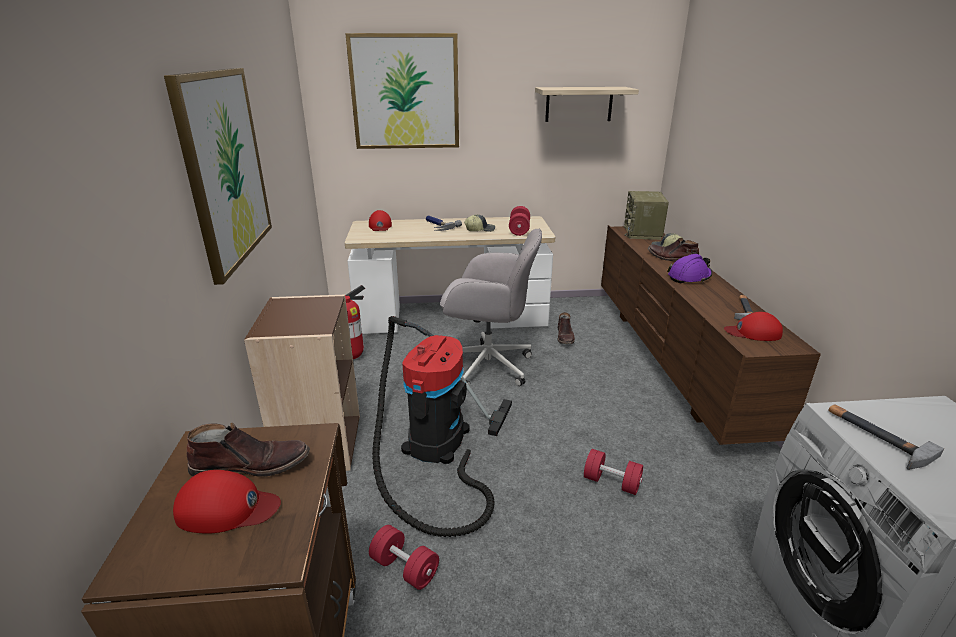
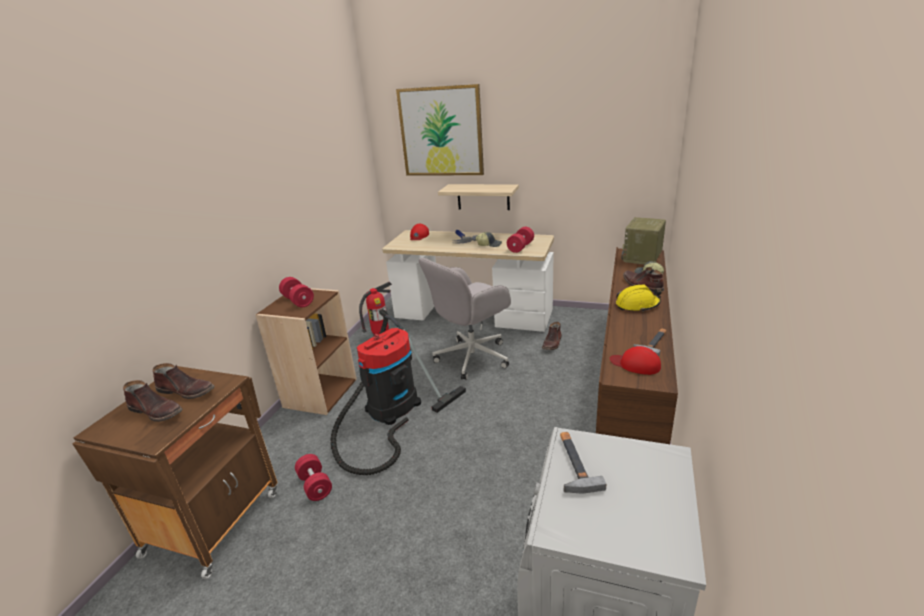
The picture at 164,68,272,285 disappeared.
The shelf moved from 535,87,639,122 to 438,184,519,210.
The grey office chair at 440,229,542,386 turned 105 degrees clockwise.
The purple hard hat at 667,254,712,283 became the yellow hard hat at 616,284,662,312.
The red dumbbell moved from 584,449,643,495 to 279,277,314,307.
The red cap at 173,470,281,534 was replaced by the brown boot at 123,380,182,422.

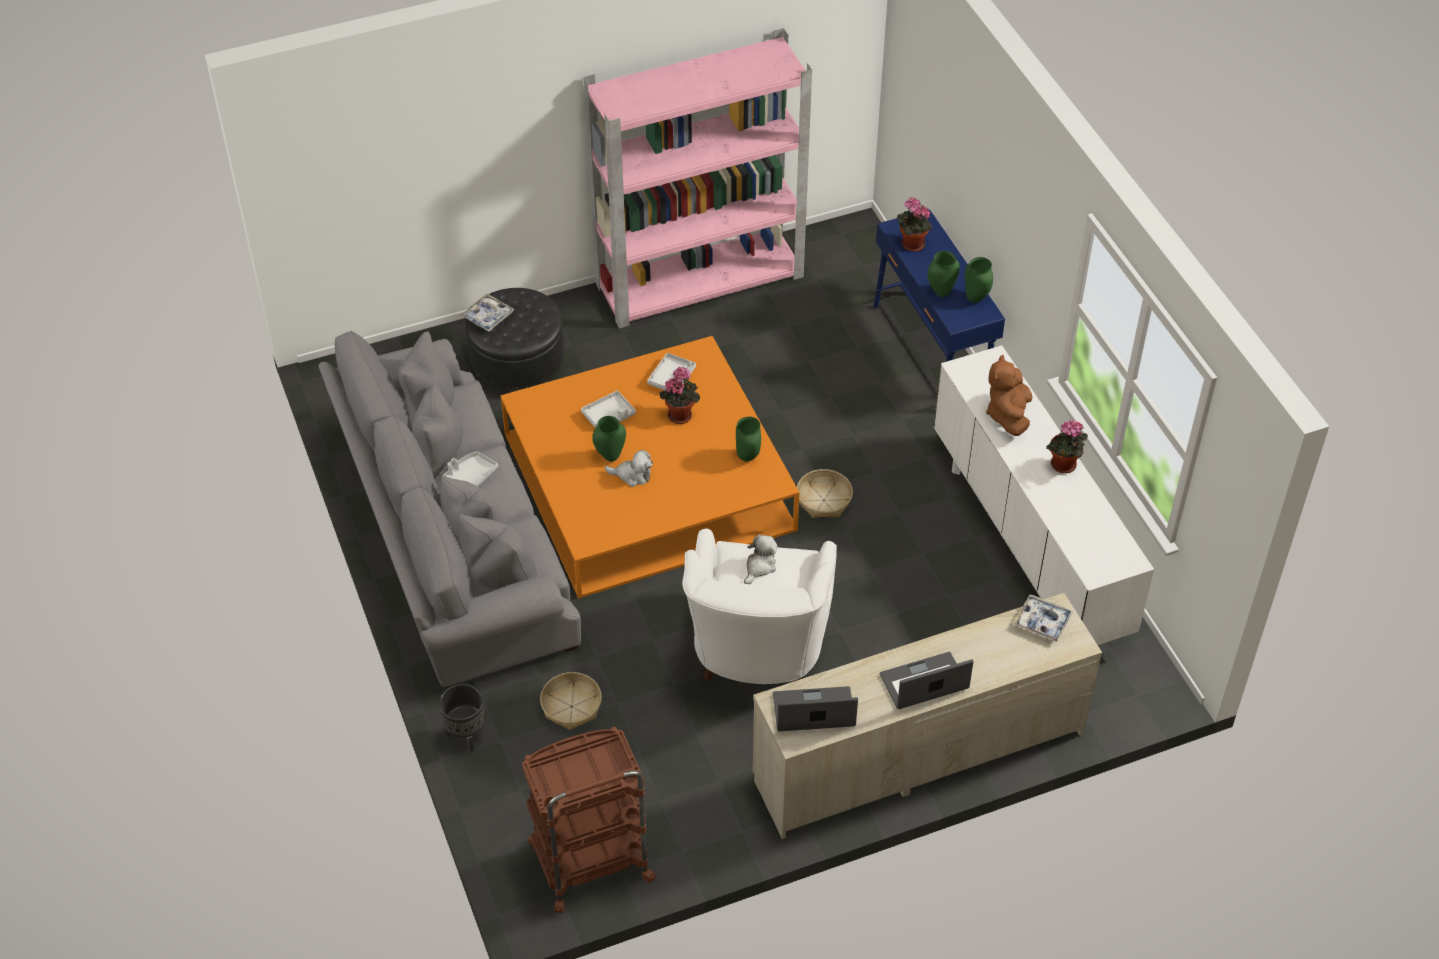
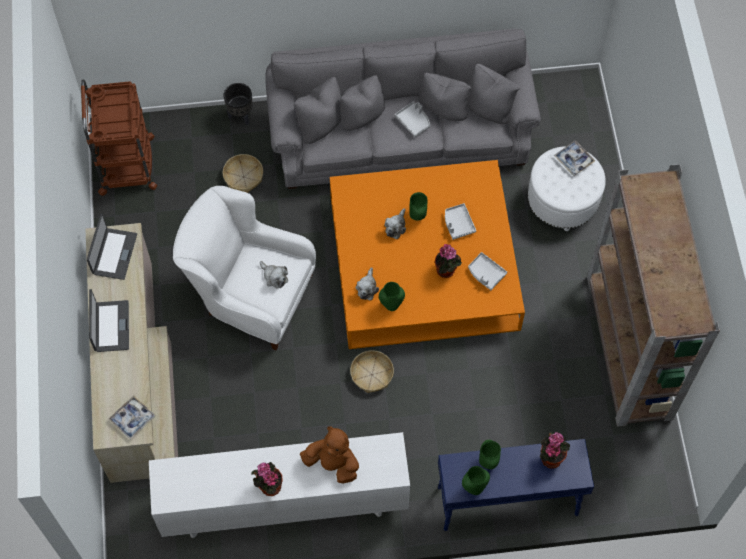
The pink bookcase at 584,28,812,328 became the brown bookcase at 587,164,720,427.
The black ottoman at 465,288,565,389 became the white ottoman at 528,146,606,231.
The plush toy at 356,267,379,300 appeared.

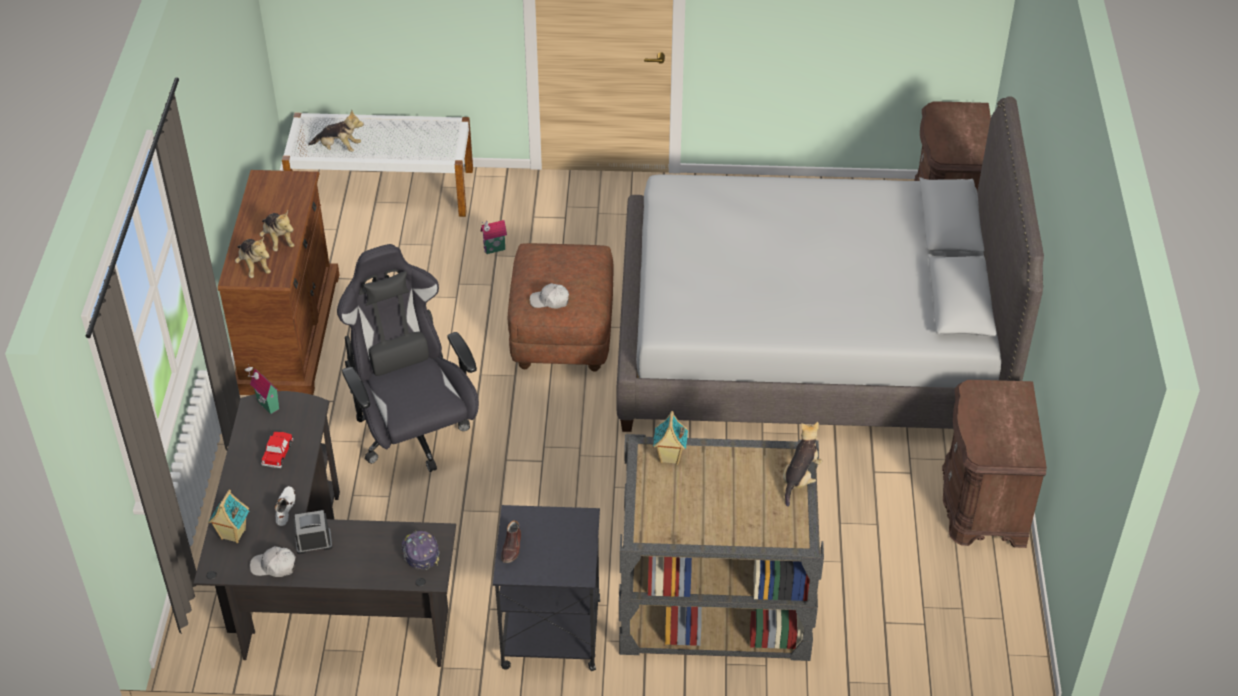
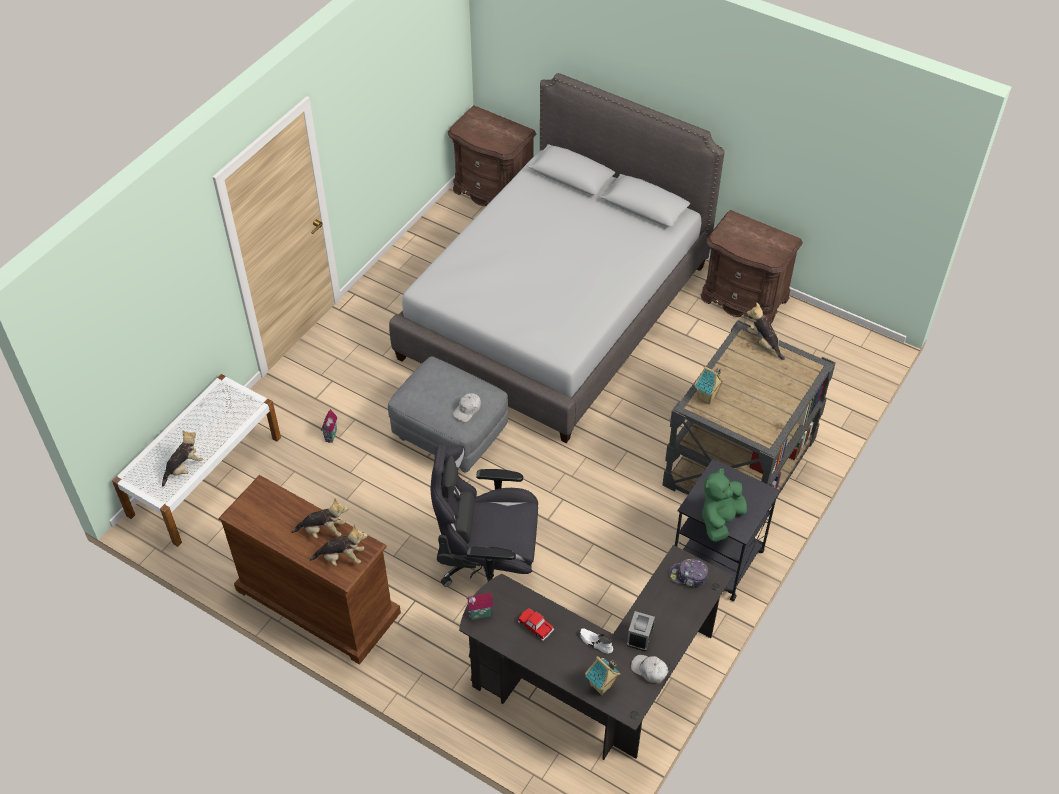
The brown ottoman at 508,243,614,372 became the grey ottoman at 388,356,508,473.
The brown shoe at 501,520,521,563 was replaced by the green plush toy at 702,468,747,542.
The white cap at 250,546,296,577 turned 90 degrees clockwise.

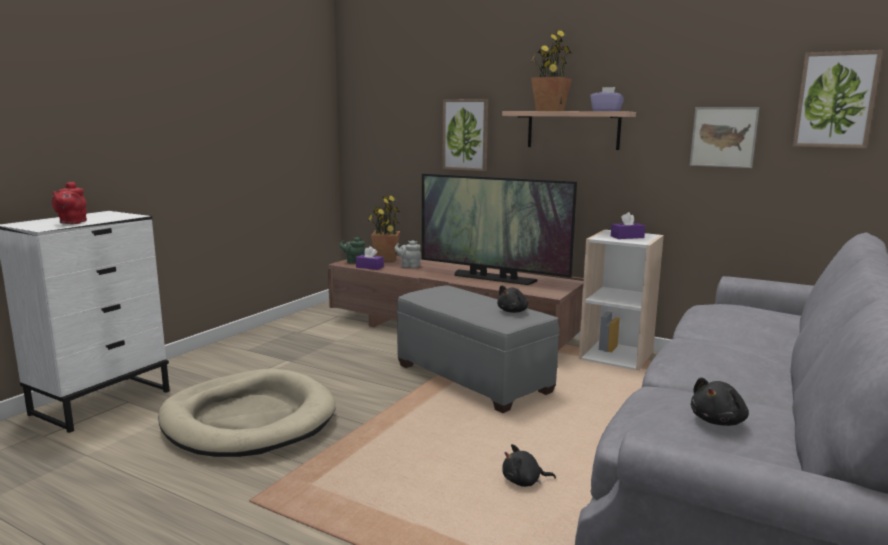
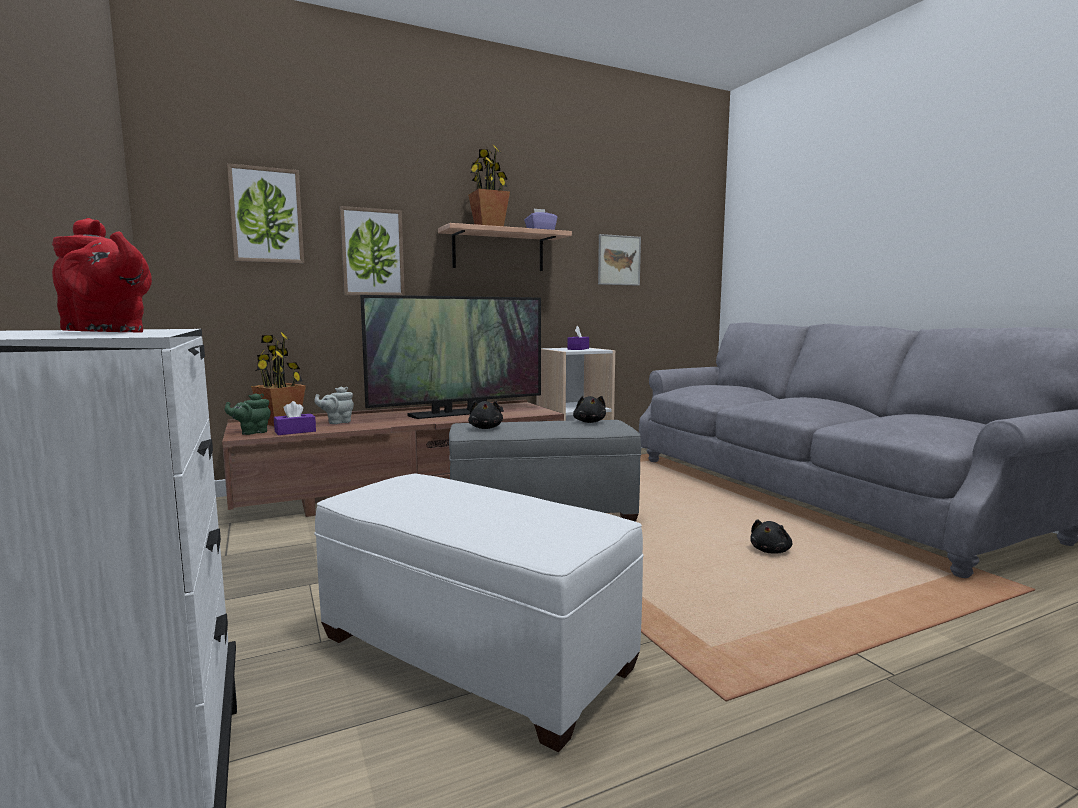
The picture moved from 793,50,883,148 to 227,163,304,264.
The beige dog bed at 158,369,336,457 was replaced by the white ottoman at 314,473,644,752.
The black plush toy moved from 691,377,749,426 to 468,400,503,429.

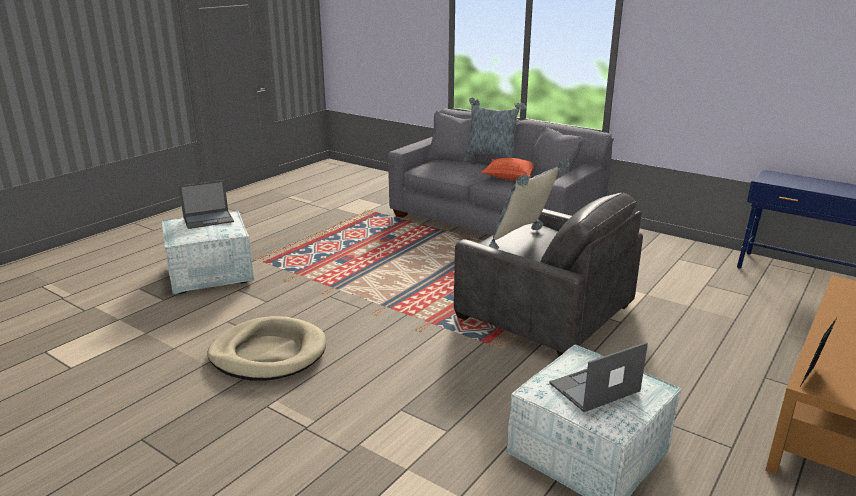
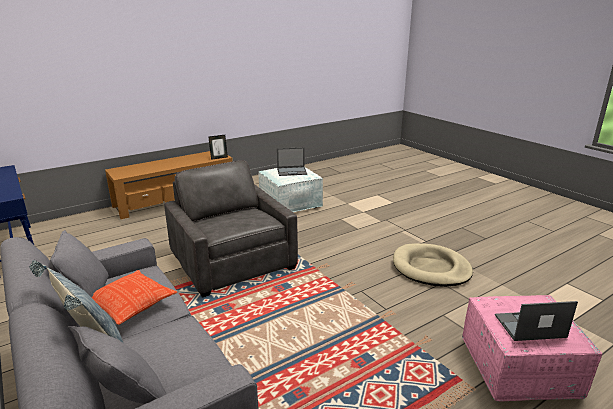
The pillow at 489,158,570,249 disappeared.
The white ottoman at 161,211,254,294 became the pink ottoman at 462,295,602,401.

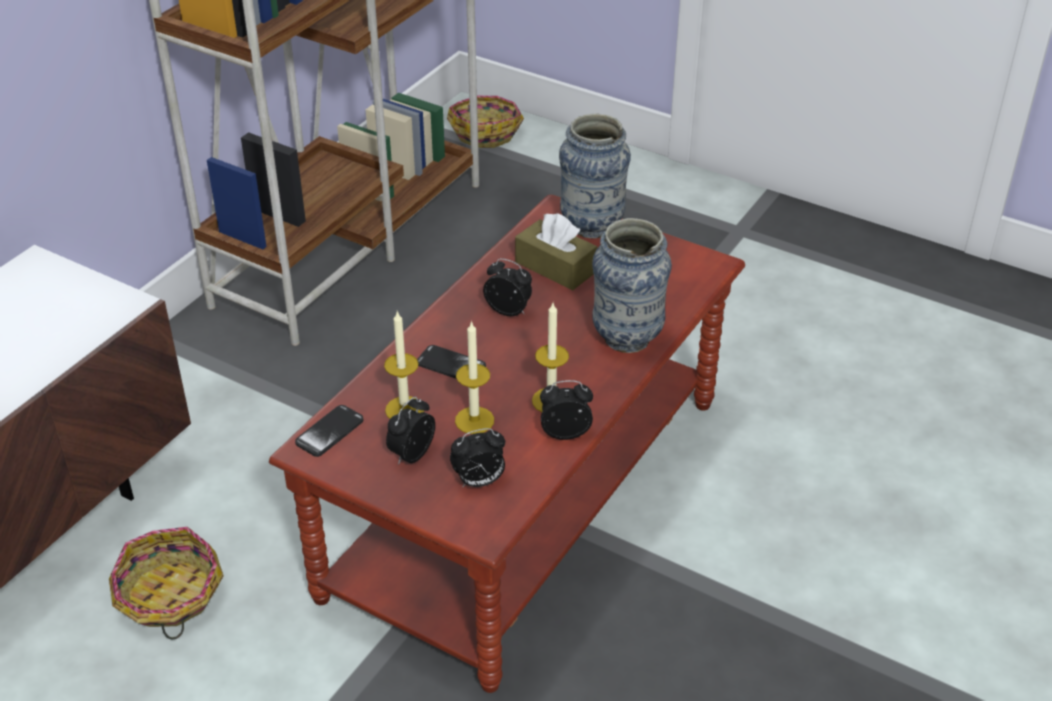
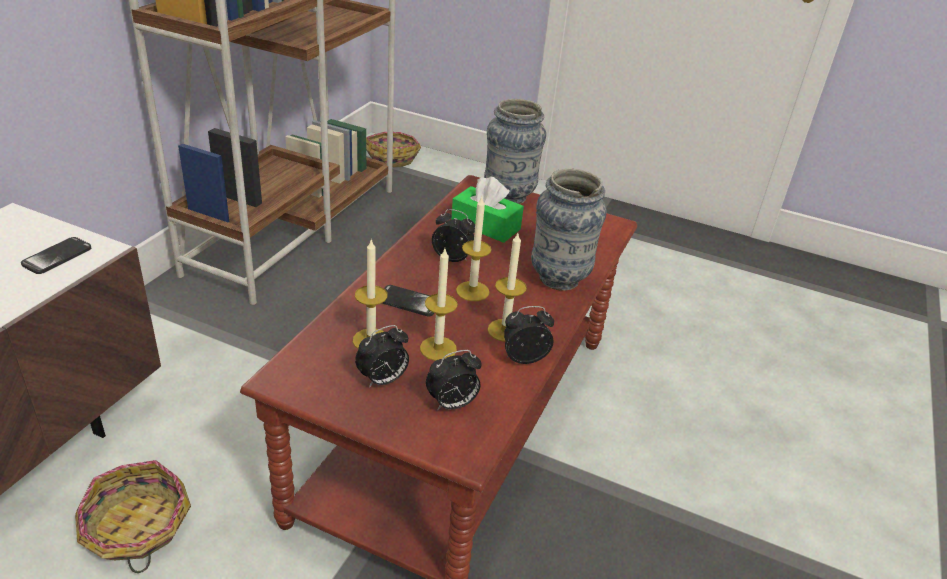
The brown tissue box at 515,213,598,291 became the green tissue box at 451,176,524,243.
The alarm clock at 386,397,435,465 turned 150 degrees counterclockwise.
The phone moved from 295,405,363,457 to 21,237,91,274.
The candle at 456,197,492,301 appeared.

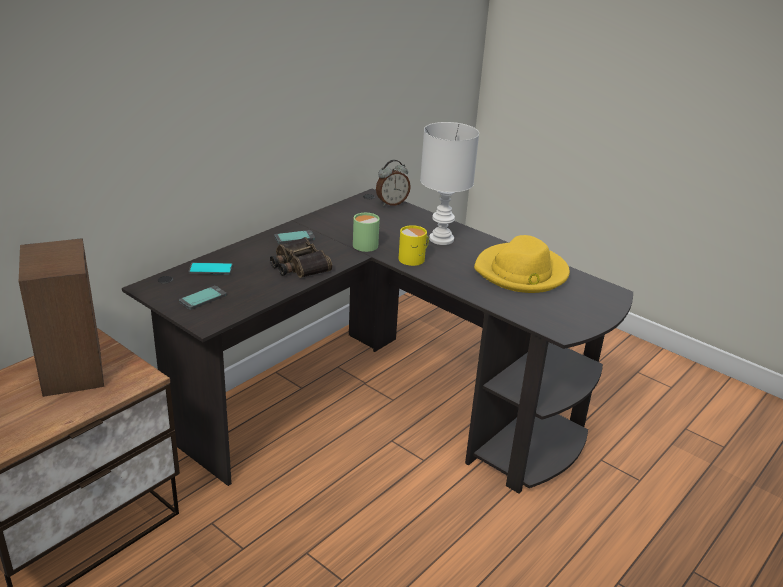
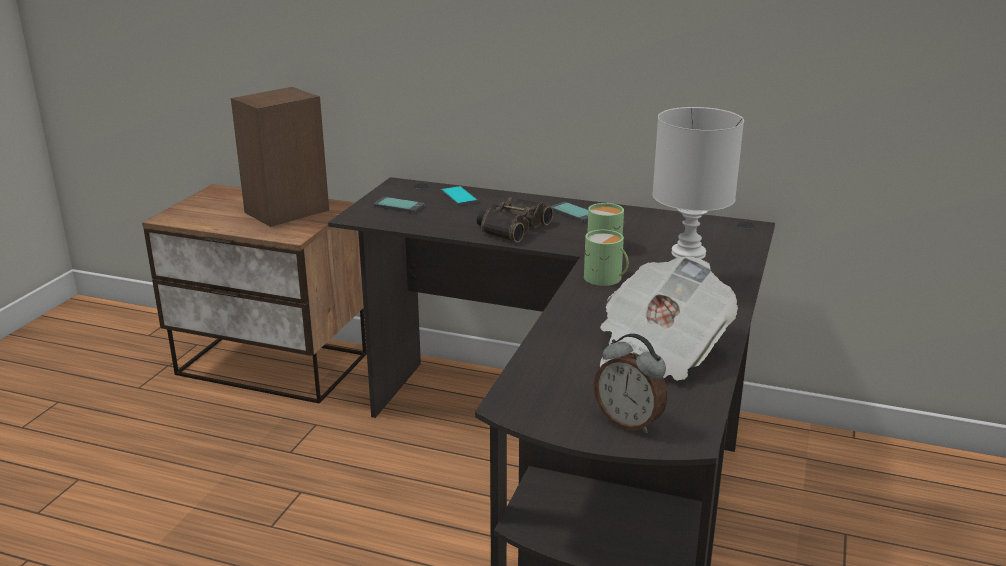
The alarm clock moved from 376,160,411,206 to 594,333,668,434.
The yellow mug at 399,225,429,266 became the green mug at 584,230,629,286.
The yellow hat at 474,235,570,293 was replaced by the newspaper at 600,256,738,381.

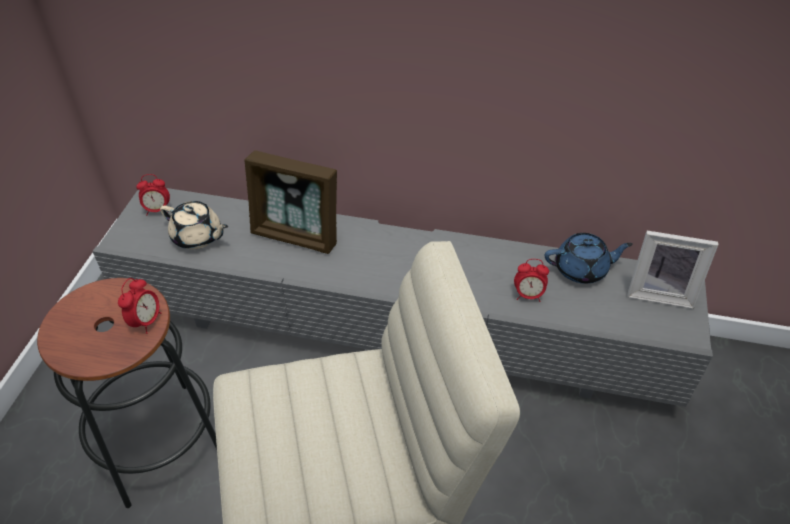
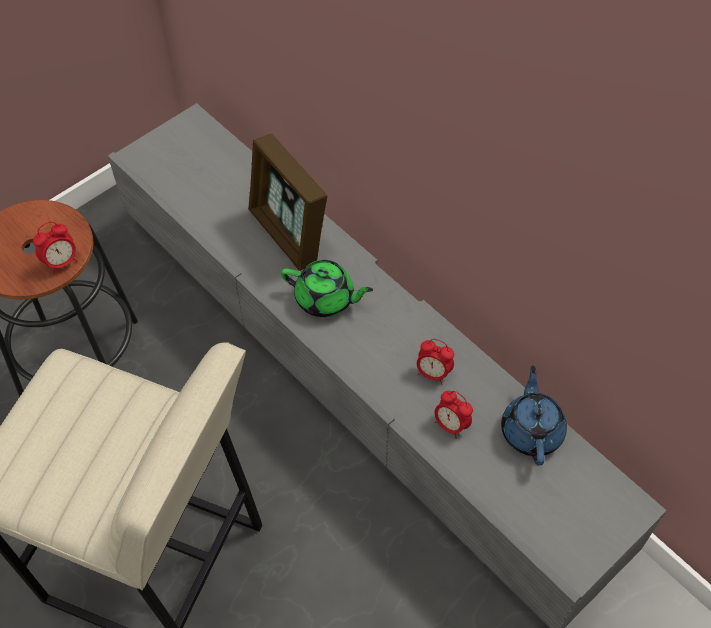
The alarm clock moved from 136,174,170,215 to 417,339,454,385.
The beige teapot at 160,201,228,249 disappeared.
The picture frame at 627,231,719,309 disappeared.
The blue teapot at 545,233,633,284 turned 120 degrees counterclockwise.
The green teapot at 281,260,373,317 appeared.

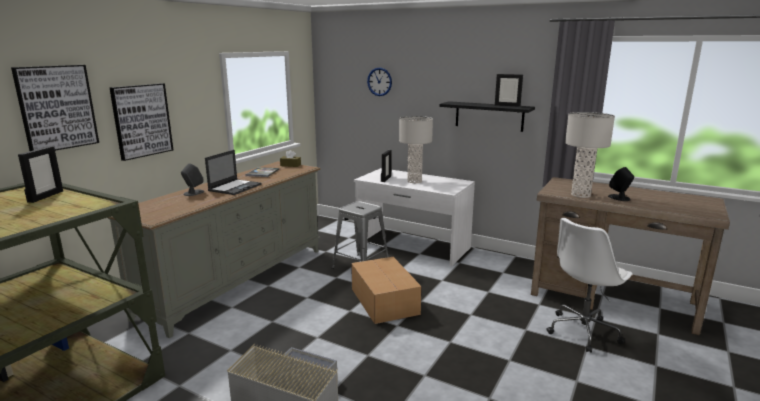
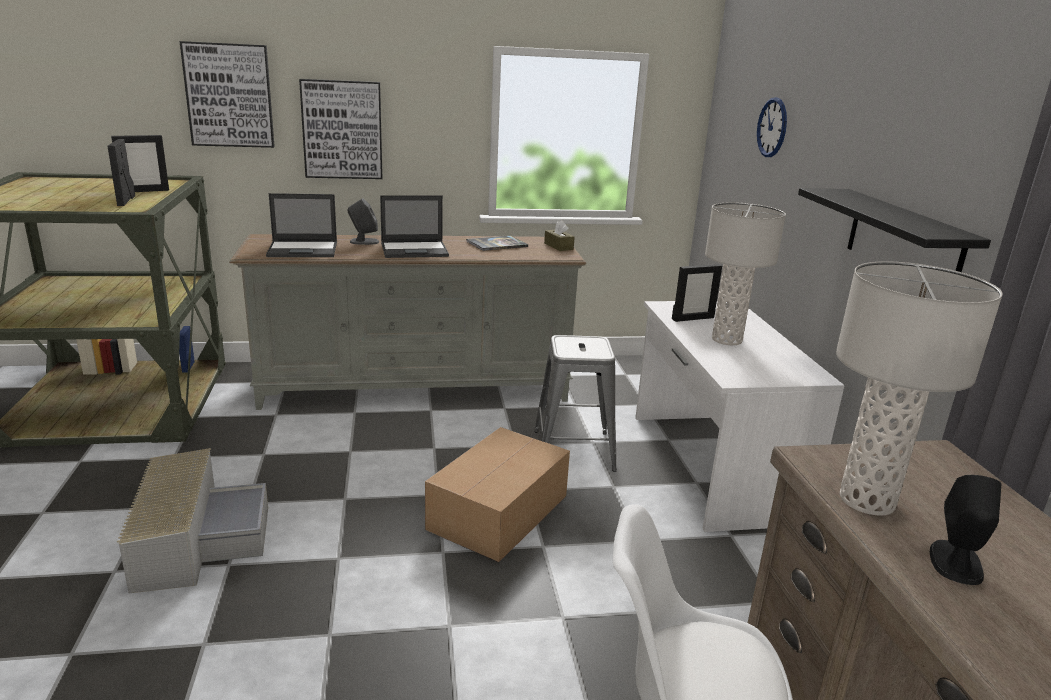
The picture frame moved from 495,74,523,107 to 108,139,135,206.
The laptop at 266,193,337,257 appeared.

